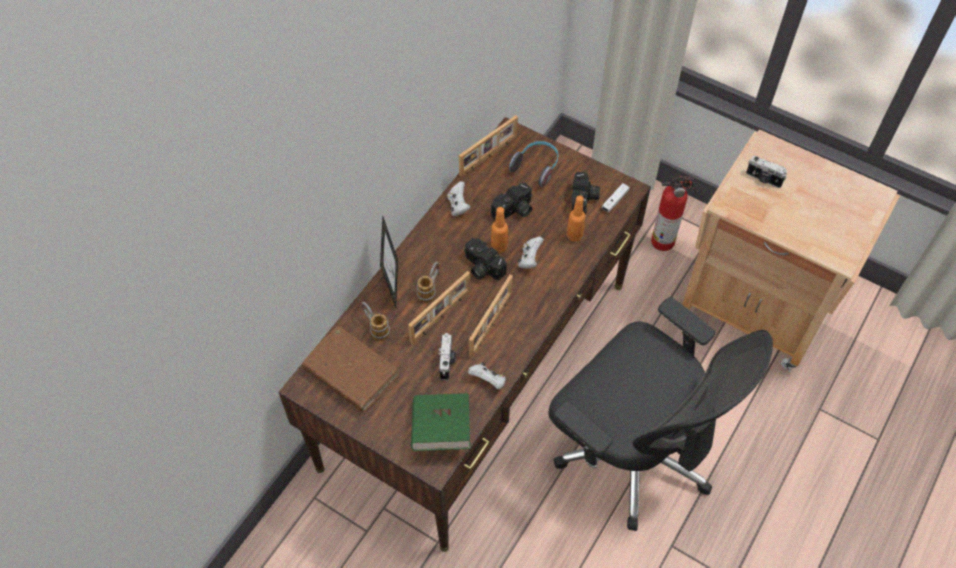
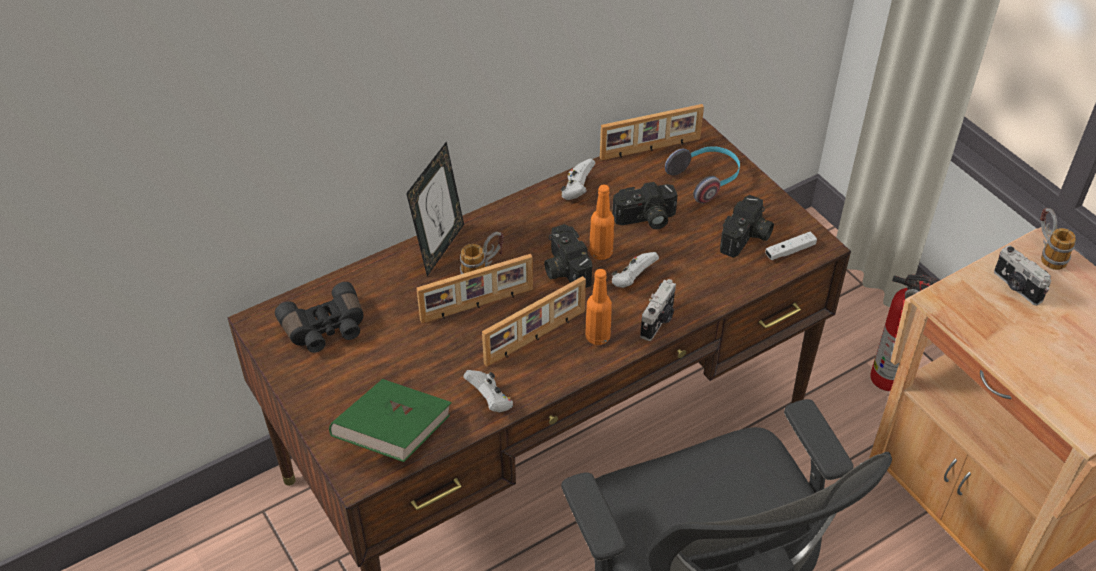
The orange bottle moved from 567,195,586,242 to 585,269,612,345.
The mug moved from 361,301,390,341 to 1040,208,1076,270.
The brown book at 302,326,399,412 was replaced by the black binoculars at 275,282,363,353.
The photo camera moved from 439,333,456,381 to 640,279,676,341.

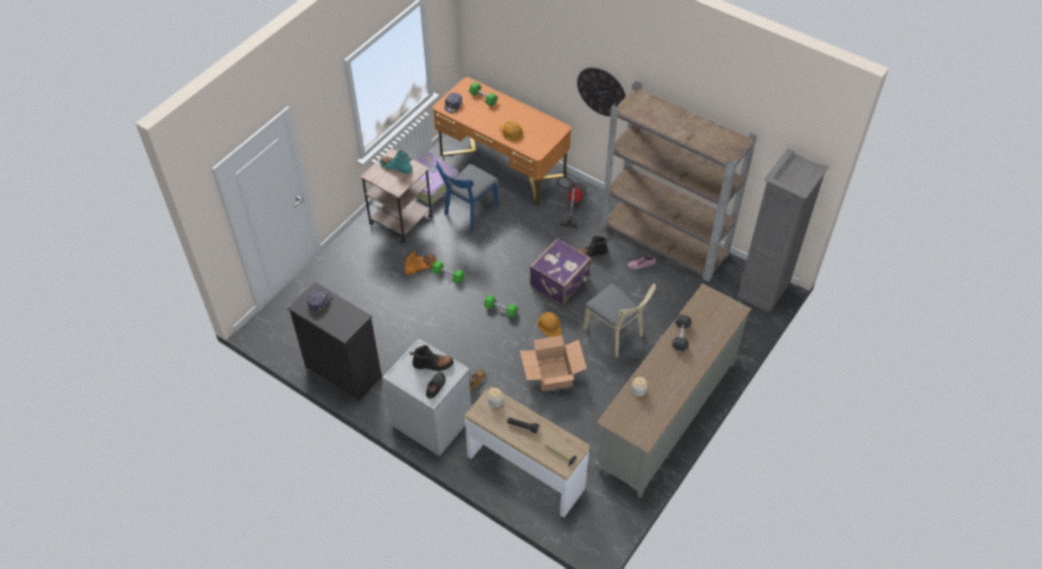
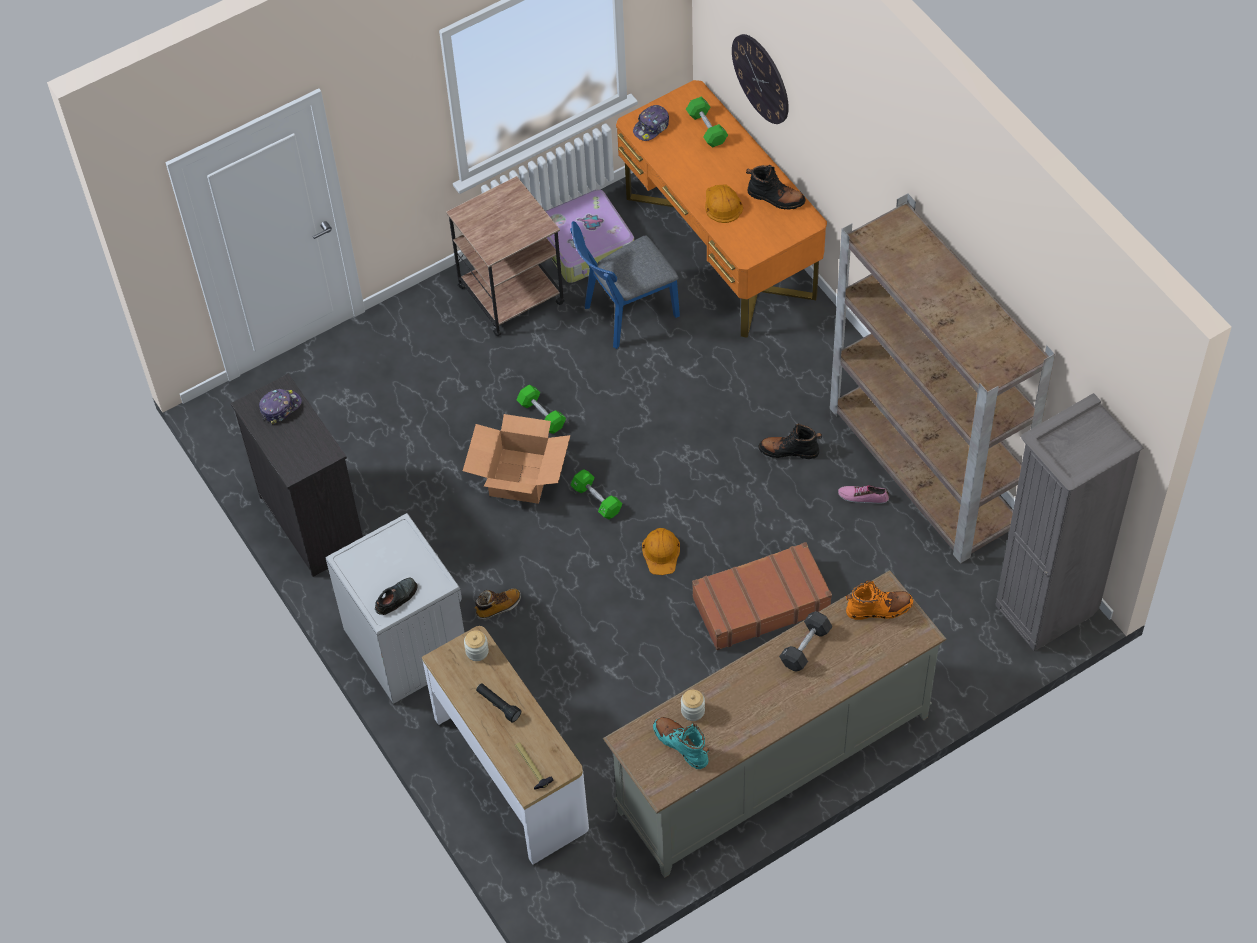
The wall clock moved from 577,67,626,116 to 732,34,789,124.
The turquoise boot moved from 380,150,412,174 to 653,717,709,769.
The vacuum cleaner at 557,176,587,229 disappeared.
The purple suitcase at 530,238,591,305 disappeared.
The orange boot moved from 403,252,437,275 to 846,580,913,620.
The beige chair at 583,283,656,357 was replaced by the brown suitcase at 692,542,832,650.
The cardboard box moved from 520,335,587,391 to 463,414,570,504.
The black boot moved from 410,345,454,371 to 746,165,805,210.

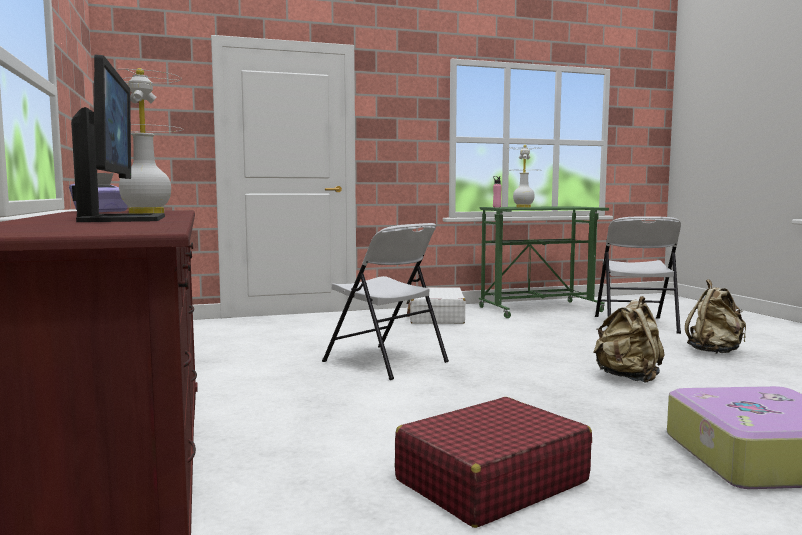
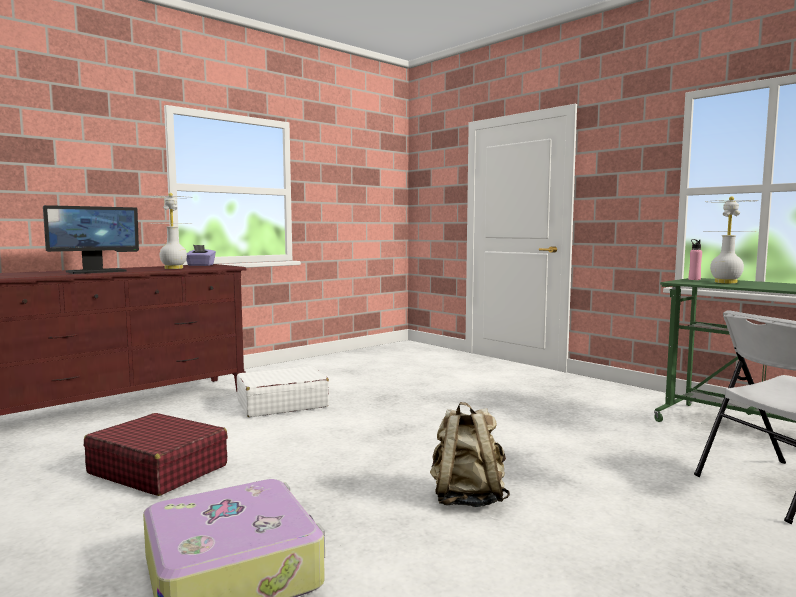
The white chair at 322,223,449,380 disappeared.
The beige backpack at 685,279,746,353 disappeared.
The white suitcase moved from 407,287,466,324 to 237,366,329,417.

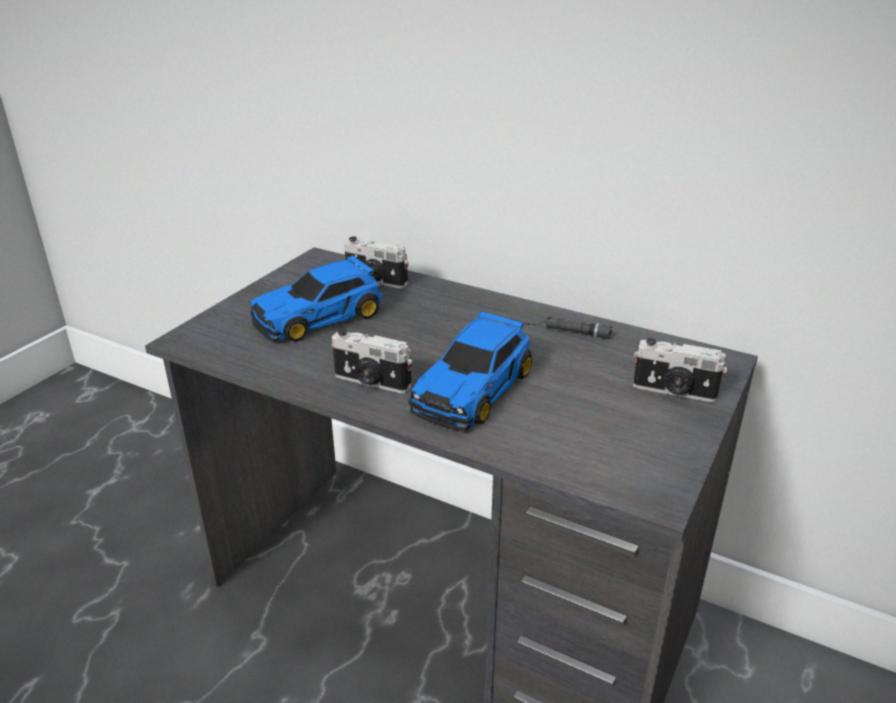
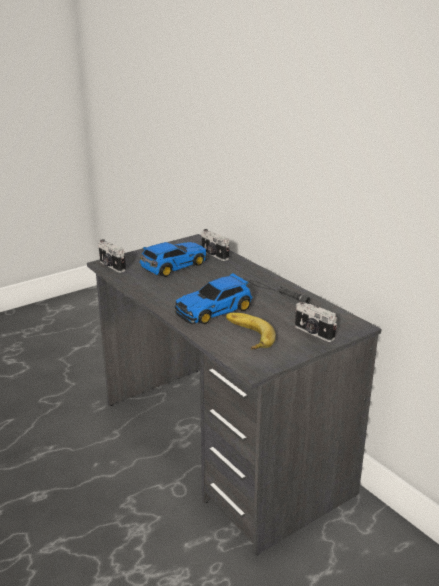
The toy car at 250,255,383,342 turned 150 degrees clockwise.
The photo camera moved from 332,328,412,394 to 98,239,126,273.
The banana at 226,313,276,350 appeared.

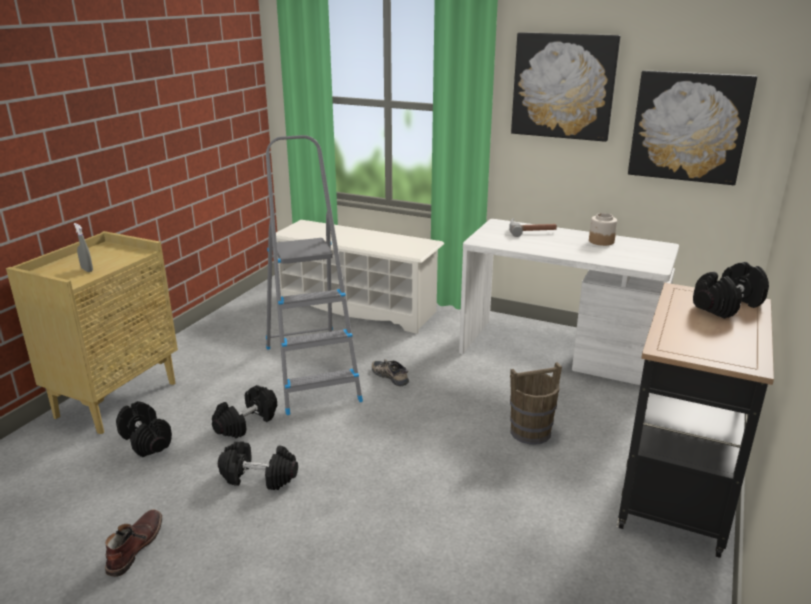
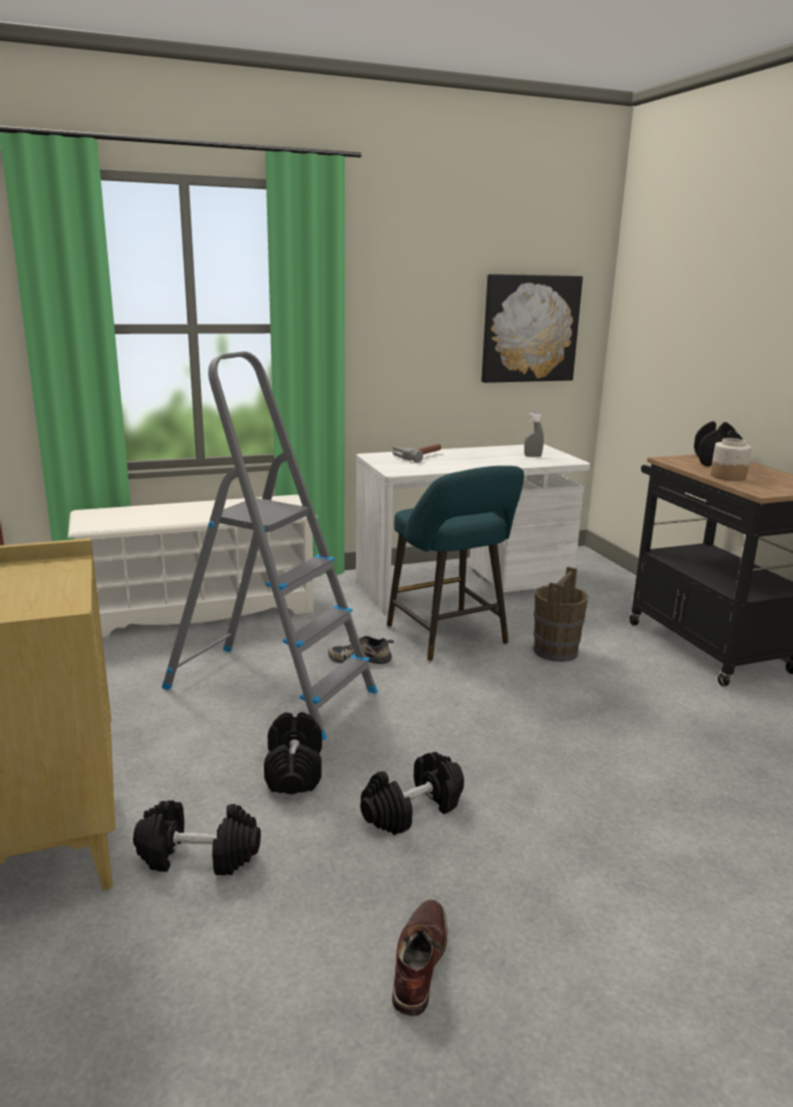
The picture at 511,32,620,142 disappeared.
The jar moved from 589,213,617,246 to 710,438,752,481.
The grey spray bottle moved from 74,223,93,272 to 524,413,544,457.
The brown boot at 105,510,162,577 turned 45 degrees clockwise.
The turquoise stool at 387,466,524,661 appeared.

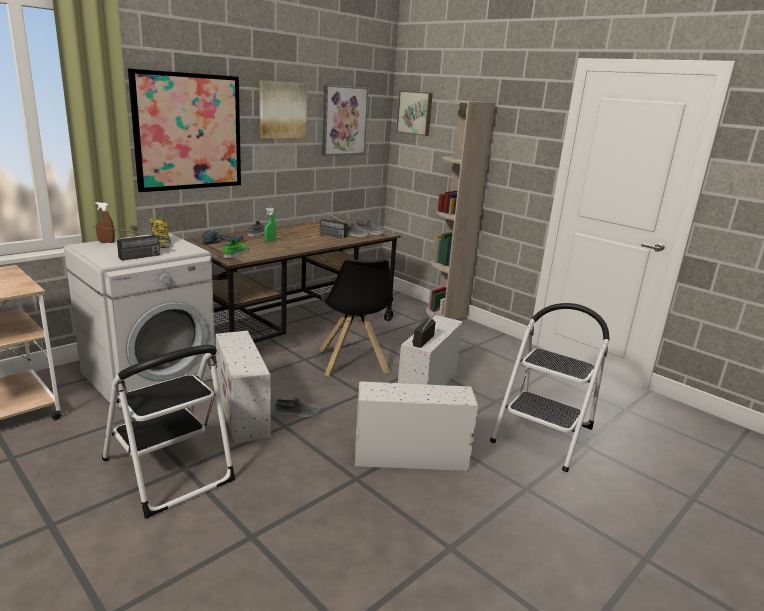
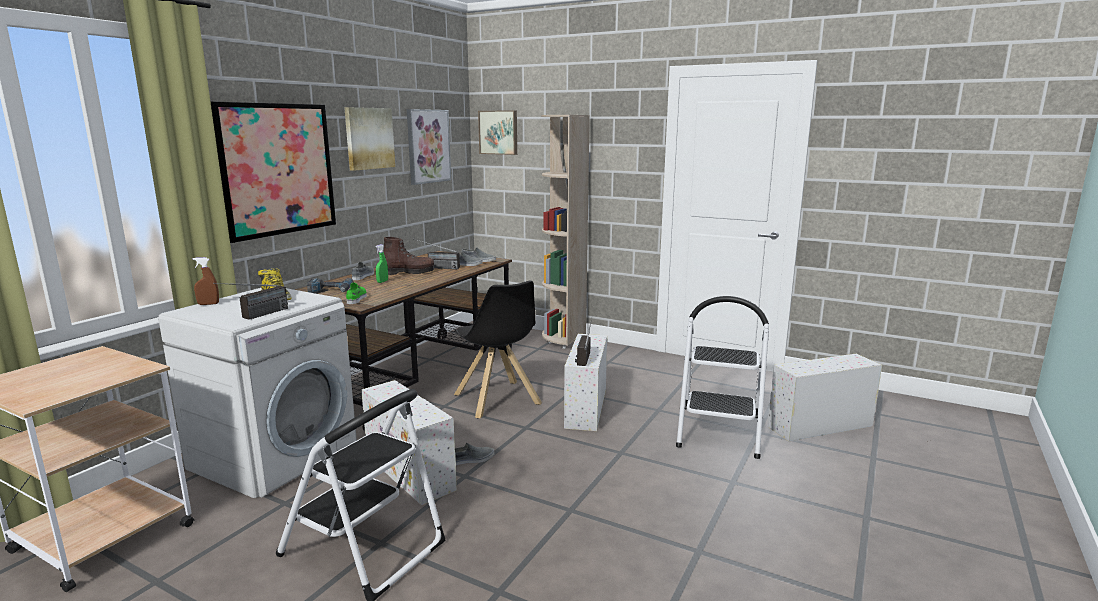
The white storage box moved from 355,381,478,471 to 767,354,882,442.
The brown boot at 384,237,434,275 appeared.

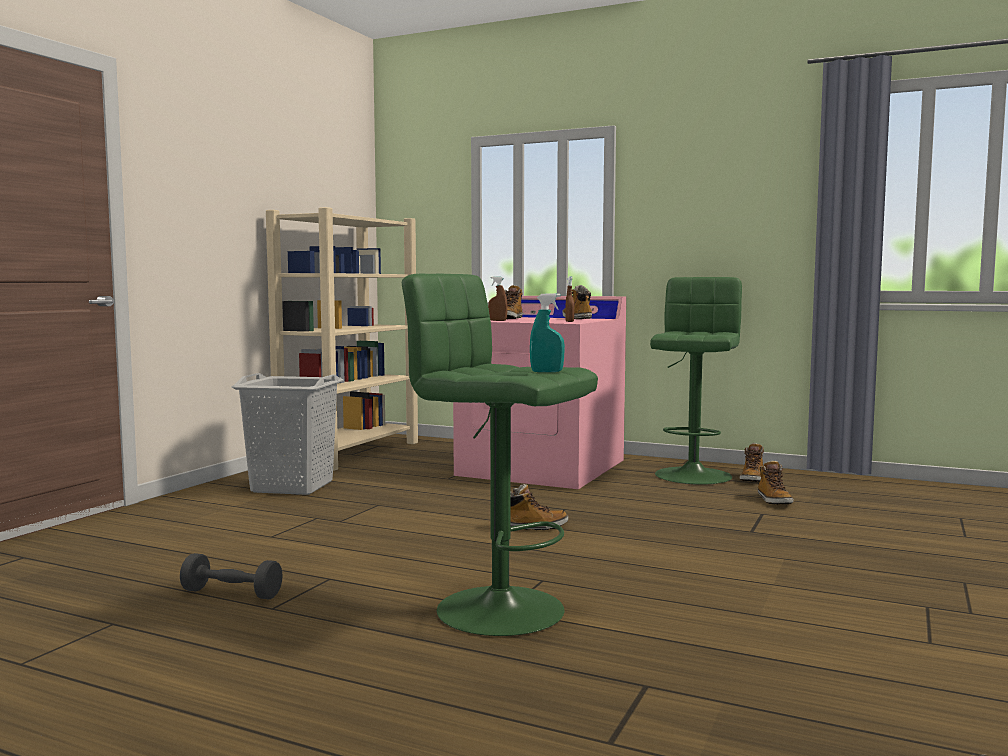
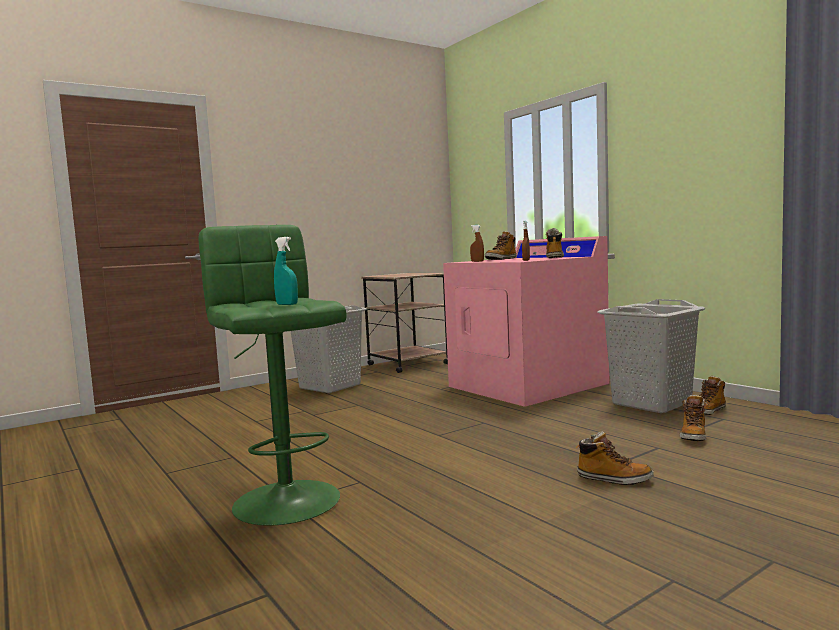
The beige bookcase at 266,207,418,471 was replaced by the brown cart at 361,273,448,373.
The green stool at 650,277,742,485 was replaced by the grey laundry basket at 598,299,705,413.
The boot moved from 511,484,568,530 to 576,432,654,485.
The grey dumbbell at 180,553,283,599 disappeared.

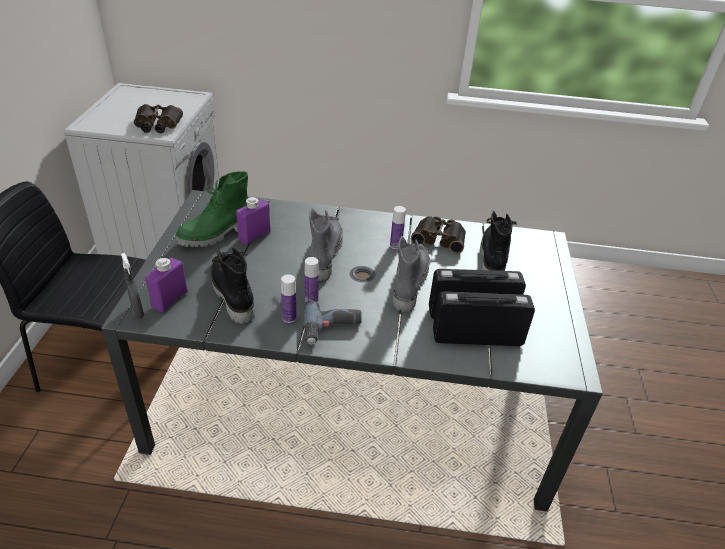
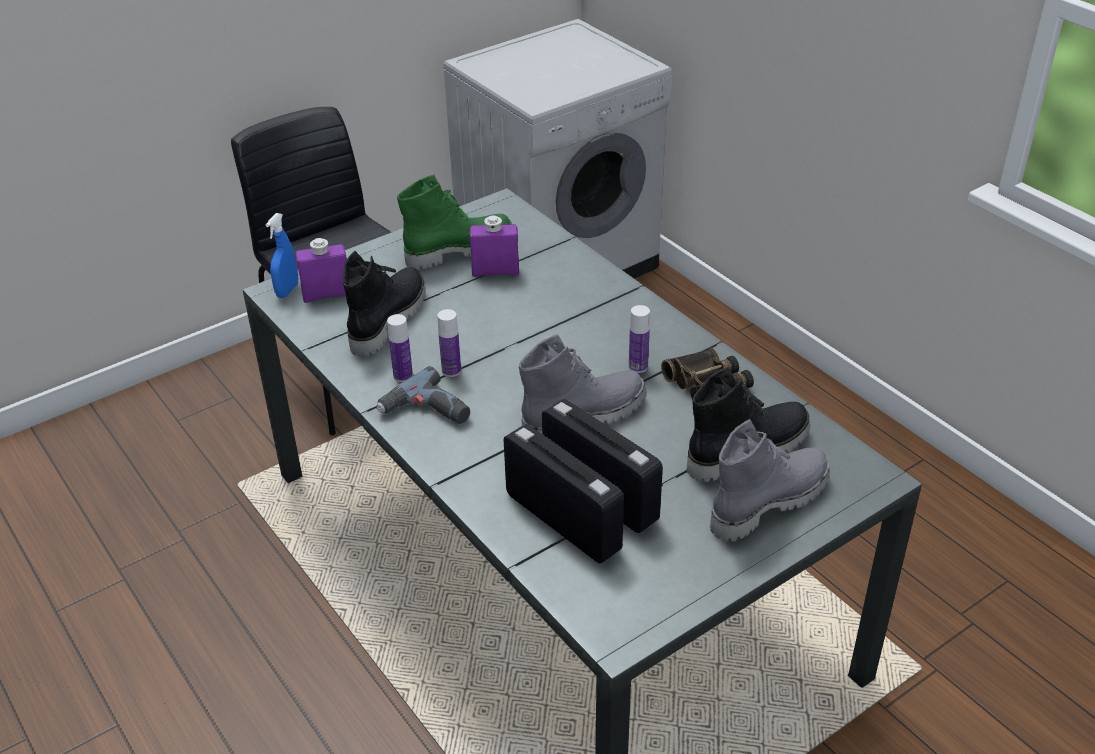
The binoculars at 134,104,183,133 disappeared.
The green boot at 175,171,248,247 turned 150 degrees clockwise.
The grey boot moved from 309,208,343,281 to 710,419,830,542.
The grey spray bottle at 121,253,144,319 became the blue spray bottle at 266,213,298,298.

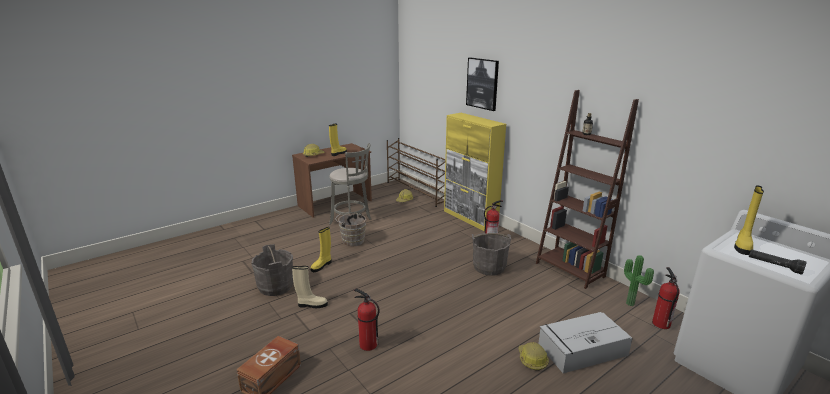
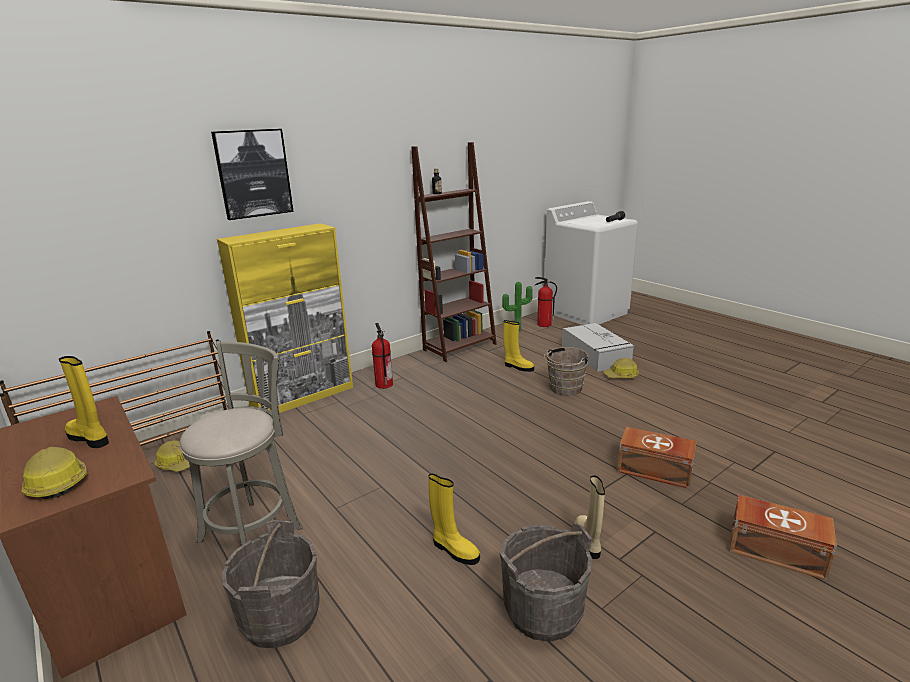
The yellow boot moved from 734,185,764,255 to 503,320,534,372.
The brown bucket moved from 336,212,366,247 to 544,347,588,396.
The grey bucket moved from 472,233,511,276 to 222,520,320,648.
The fire extinguisher at 354,289,380,351 was replaced by the brown storage box at 617,427,696,489.

